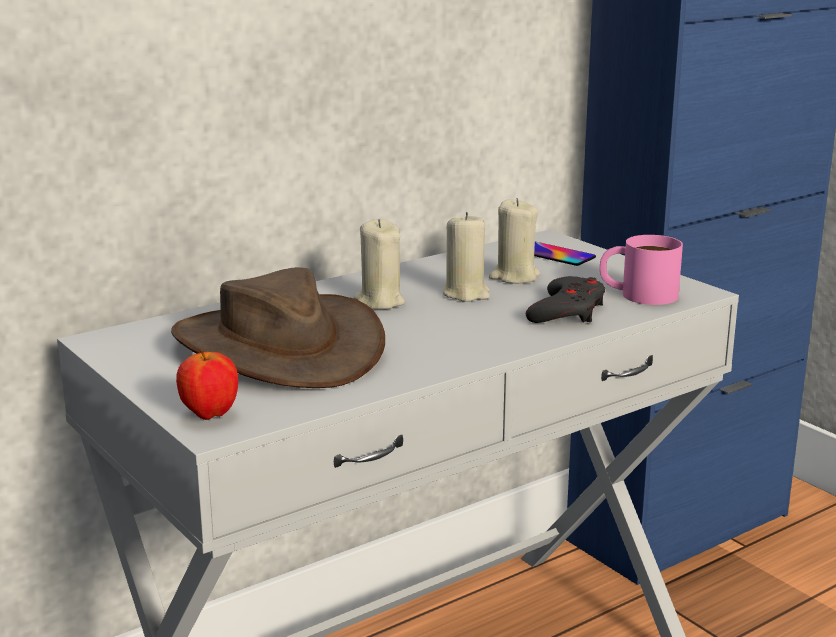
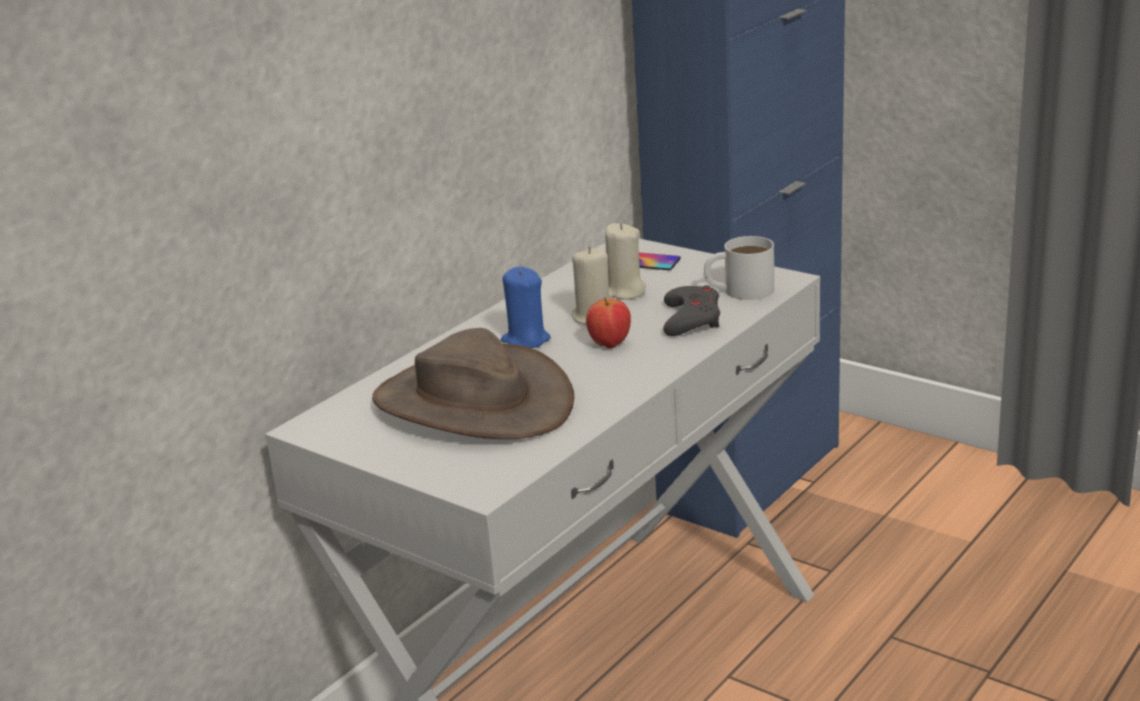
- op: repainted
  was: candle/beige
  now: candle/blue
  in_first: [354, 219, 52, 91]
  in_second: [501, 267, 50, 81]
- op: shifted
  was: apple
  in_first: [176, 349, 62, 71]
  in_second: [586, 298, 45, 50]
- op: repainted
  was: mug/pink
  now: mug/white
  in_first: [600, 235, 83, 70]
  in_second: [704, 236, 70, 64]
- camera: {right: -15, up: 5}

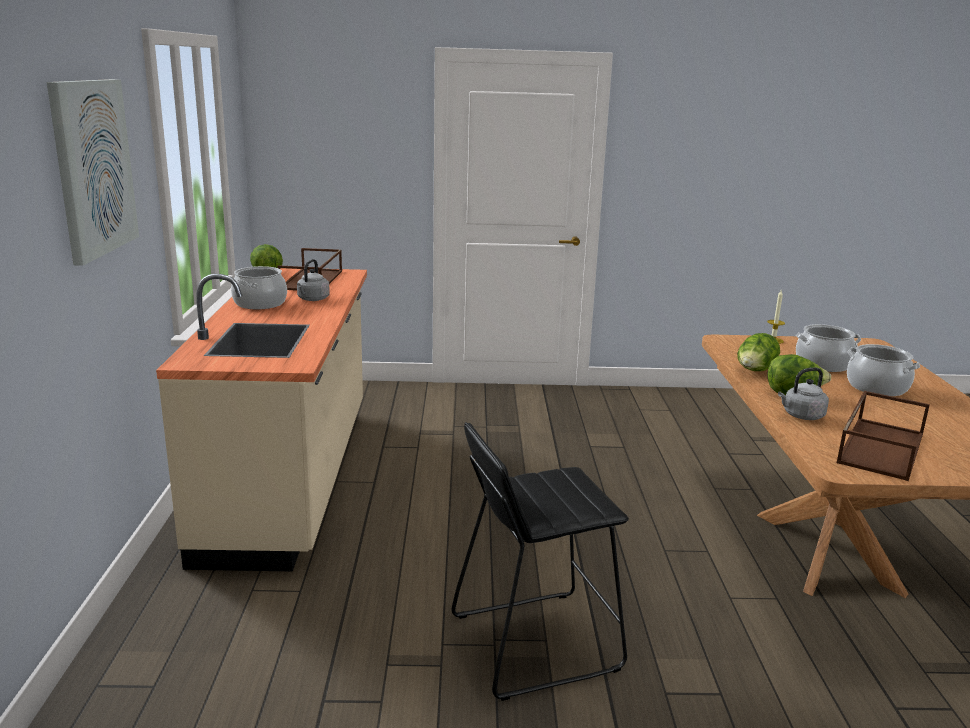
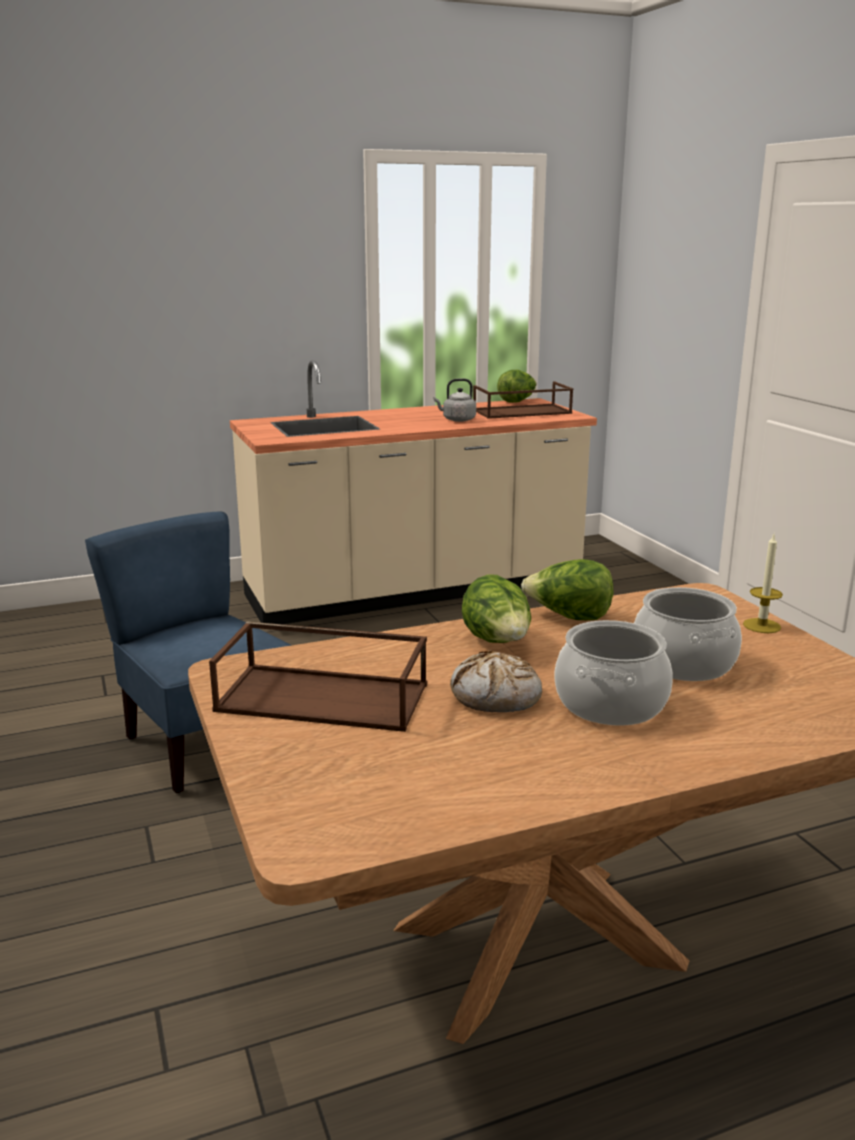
- op: swapped
  was: stool/black
  now: chair/blue
  in_first: [452, 422, 177, 279]
  in_second: [85, 512, 206, 282]
- op: new
  now: bread
  in_second: [450, 651, 92, 61]
- op: gone
  was: picture
  in_first: [47, 79, 92, 187]
- op: gone
  was: cooking pot
  in_first: [231, 266, 56, 43]
- op: gone
  was: kettle/grey
  in_first: [778, 368, 51, 52]
- camera: {right: 70, up: 0}

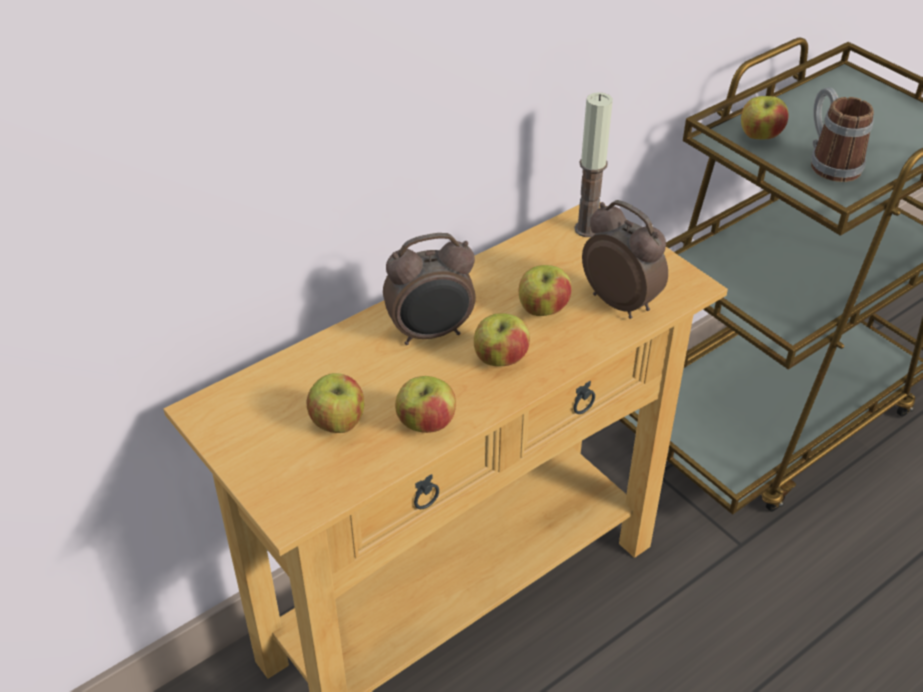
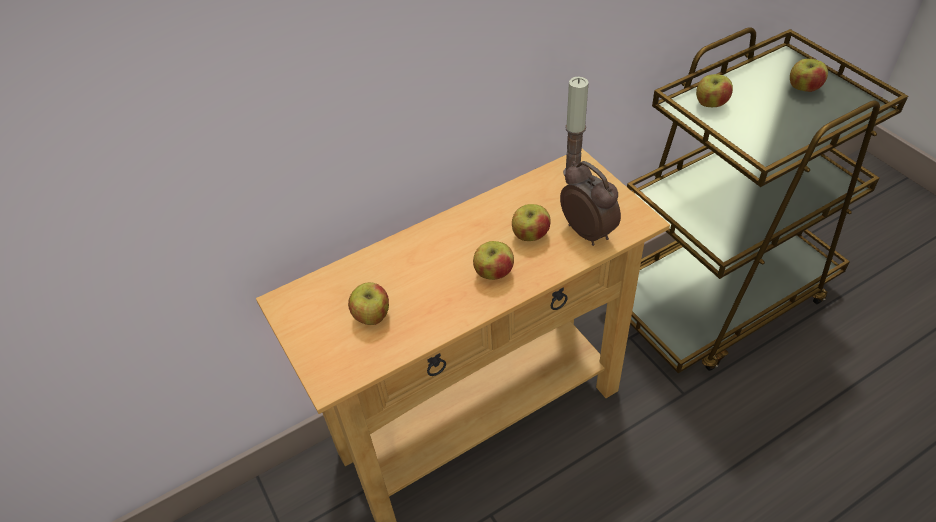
- op: shifted
  was: apple
  in_first: [395, 376, 61, 57]
  in_second: [790, 59, 38, 33]
- op: gone
  was: alarm clock
  in_first: [383, 233, 93, 112]
- op: gone
  was: mug
  in_first: [811, 88, 63, 94]
- camera: {right: 10, up: 5}

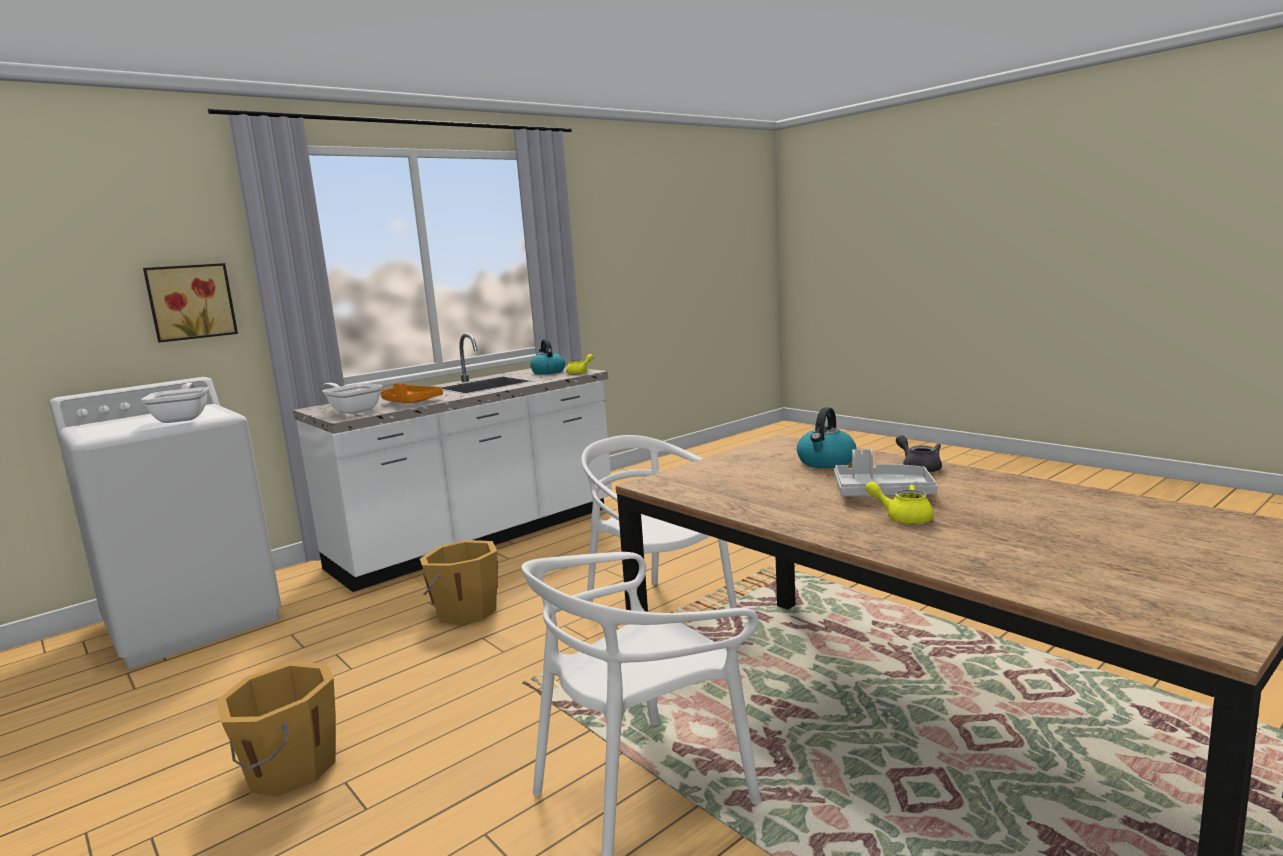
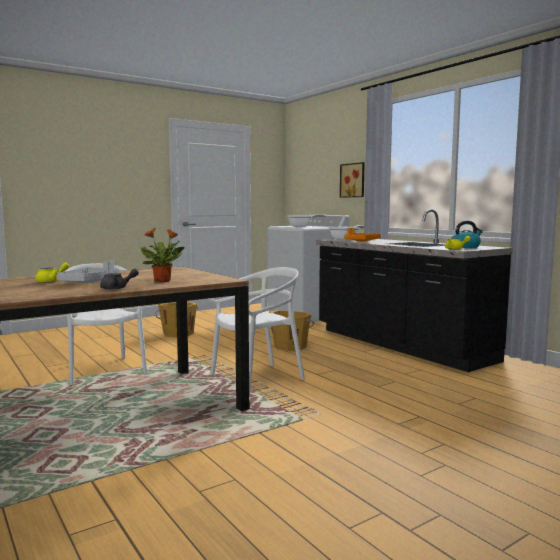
- op: swapped
  was: kettle
  now: potted plant
  in_first: [797, 407, 59, 61]
  in_second: [138, 228, 46, 54]
- op: repainted
  was: counter/white
  now: counter/black
  in_first: [293, 333, 319, 259]
  in_second: [316, 209, 197, 163]
- camera: {right: 95, up: -5}

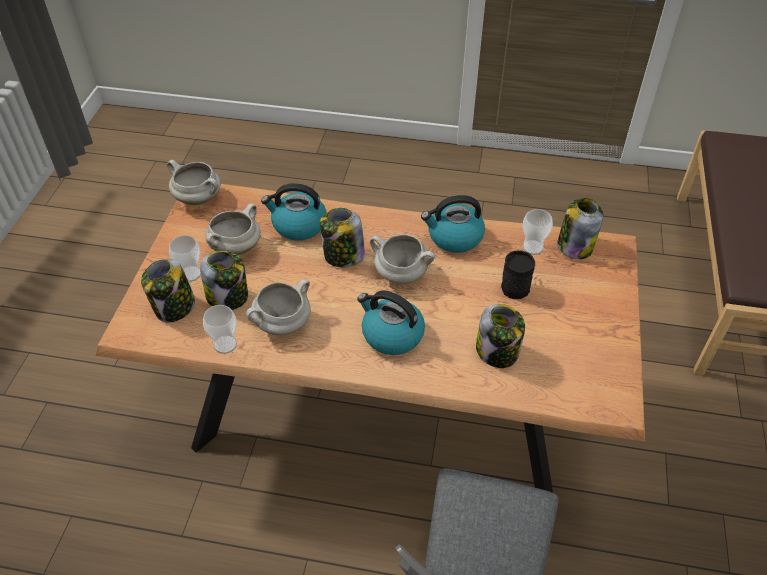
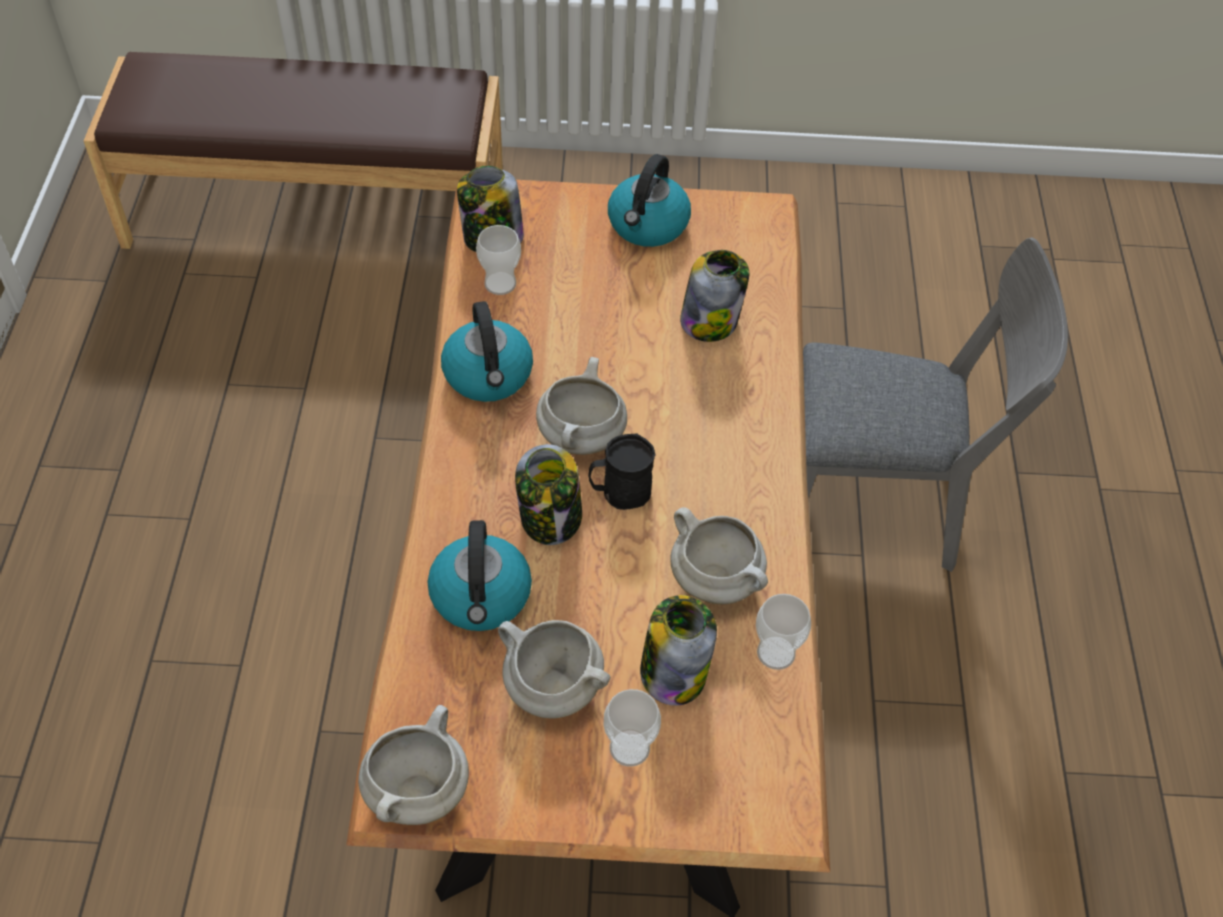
- op: shifted
  was: mug/black
  in_first: [501, 250, 34, 49]
  in_second: [588, 434, 67, 76]
- op: shifted
  was: kettle
  in_first: [357, 290, 68, 65]
  in_second: [608, 154, 83, 93]
- op: gone
  was: jar
  in_first: [141, 259, 54, 63]
- camera: {right: -100, up: 5}

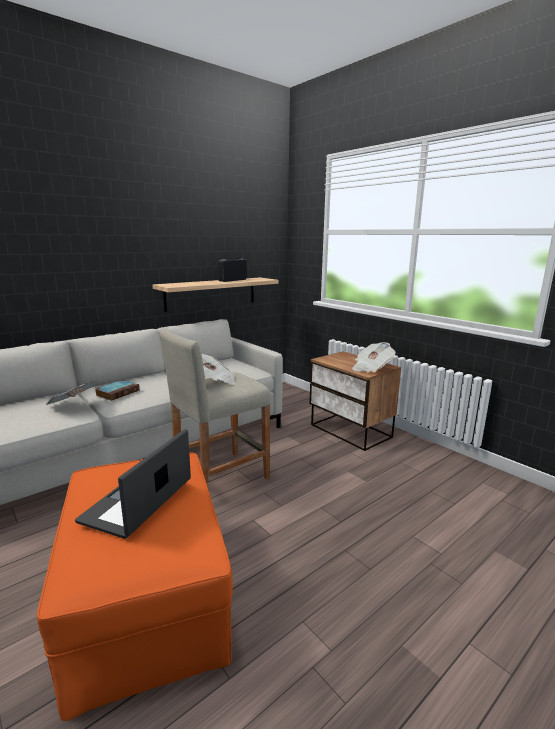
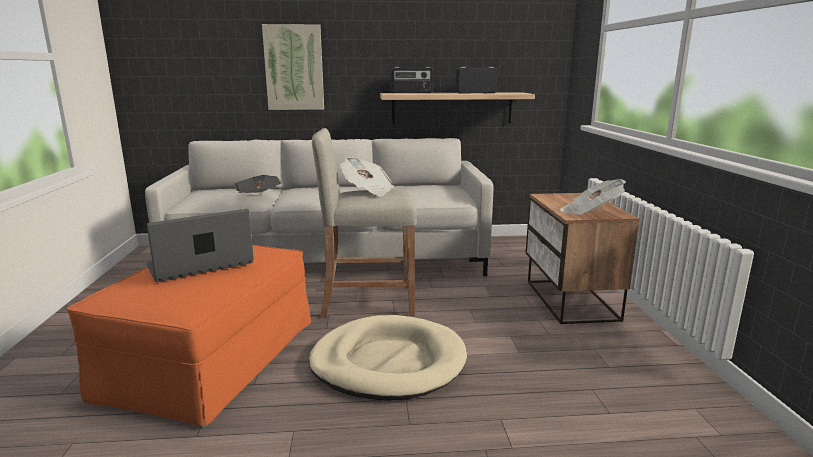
- op: new
  now: picture
  in_second: [262, 24, 62, 86]
- op: new
  now: dog bed/beige
  in_second: [309, 315, 158, 86]
- op: new
  now: radio
  in_second: [391, 66, 42, 27]
- op: gone
  was: book
  in_first: [96, 380, 43, 21]
- camera: {right: 35, up: 0}

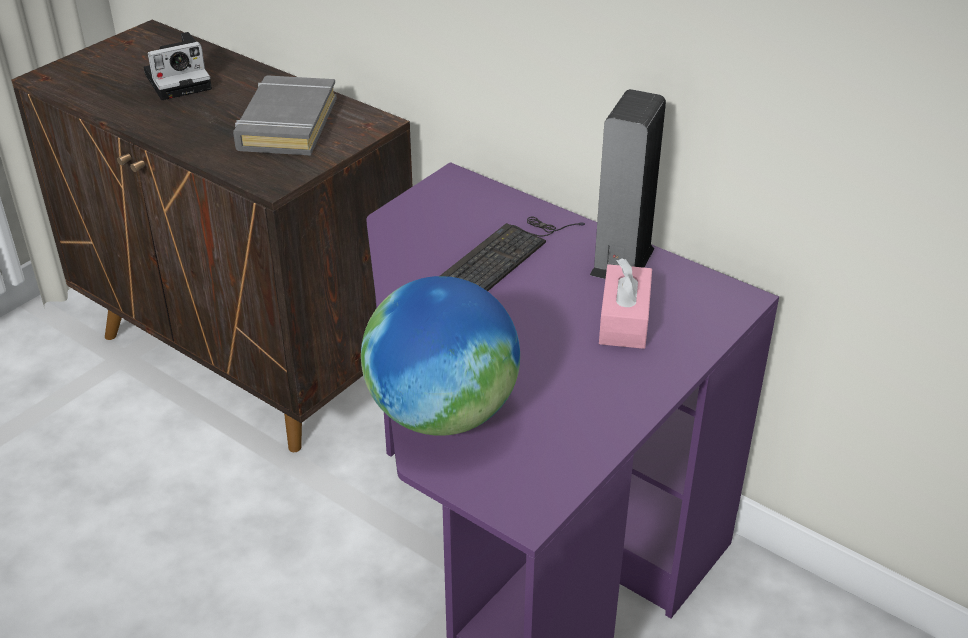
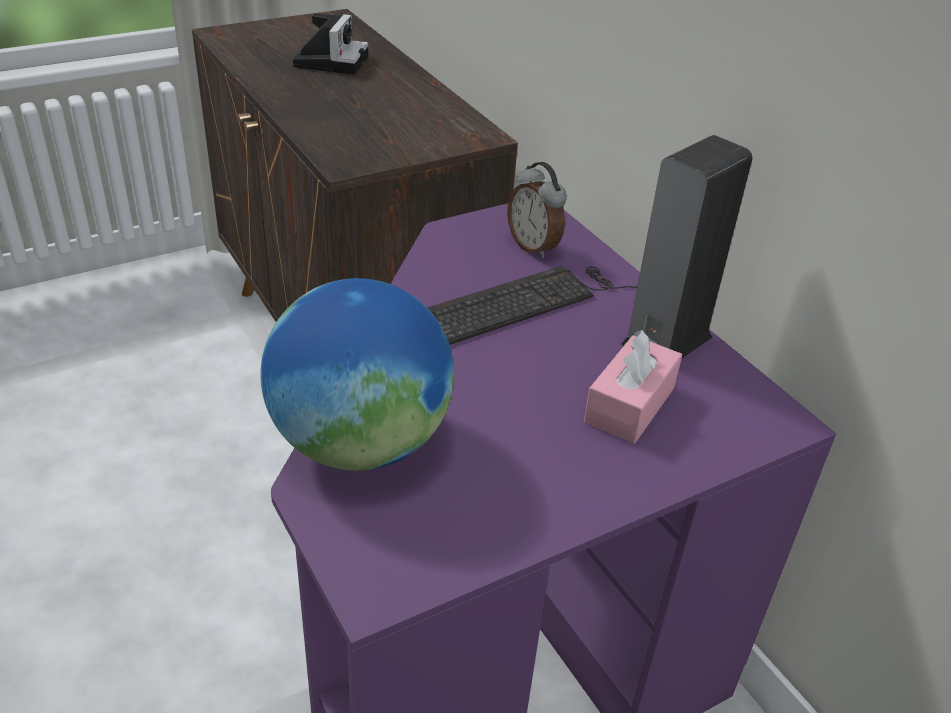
- op: rotated
  was: photo camera
  in_first: [144, 32, 68, 68]
  in_second: [293, 13, 75, 62]
  clockwise: -75
- op: new
  now: alarm clock
  in_second: [507, 162, 60, 96]
- op: gone
  was: book/grey
  in_first: [233, 75, 104, 81]
- camera: {right: 20, up: 0}

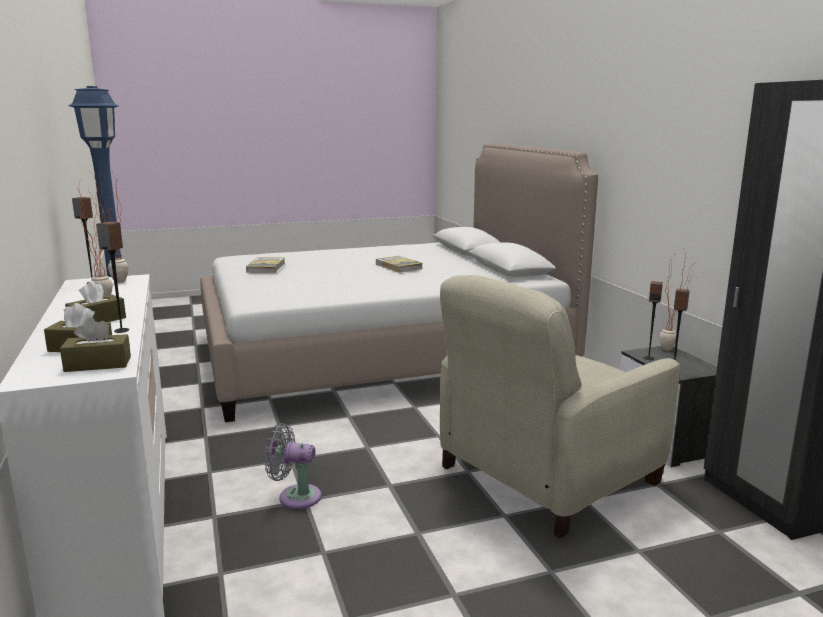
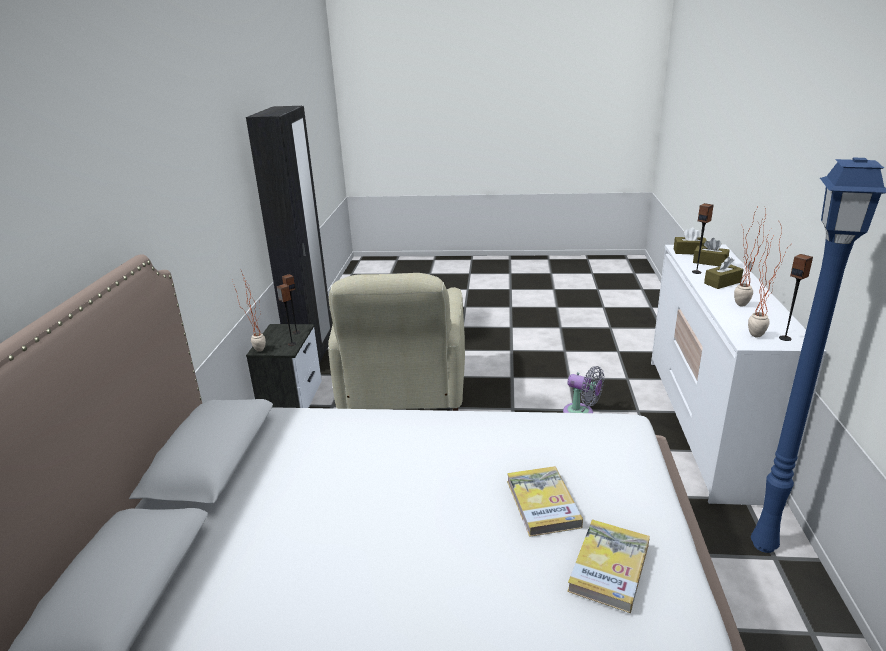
- op: rotated
  was: armchair/beige
  in_first: [440, 275, 240, 264]
  in_second: [328, 273, 137, 138]
  clockwise: 105
- op: shifted
  was: book
  in_first: [376, 256, 46, 16]
  in_second: [507, 466, 76, 71]
- camera: {right: -155, up: 10}

